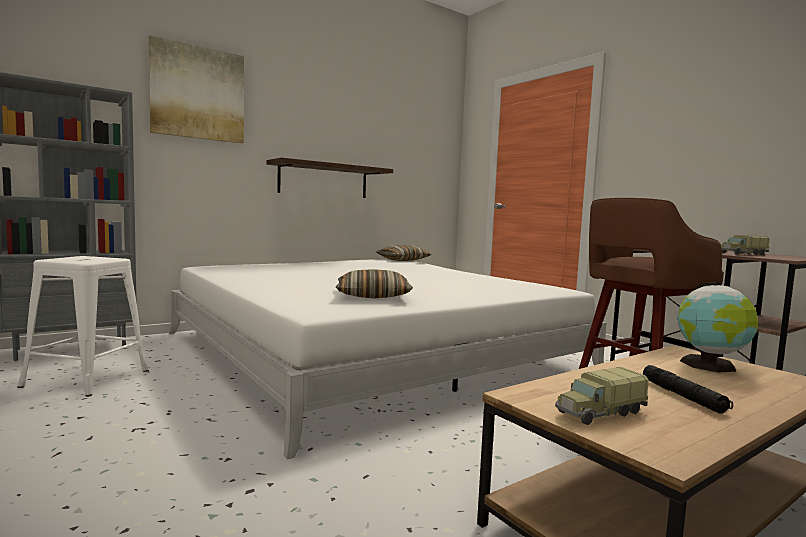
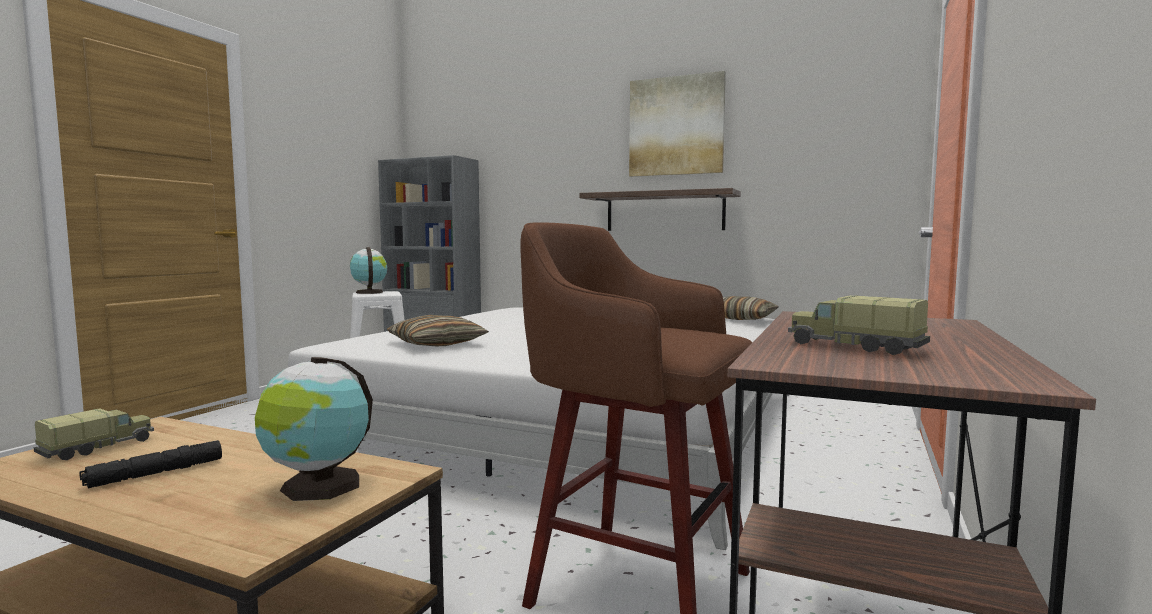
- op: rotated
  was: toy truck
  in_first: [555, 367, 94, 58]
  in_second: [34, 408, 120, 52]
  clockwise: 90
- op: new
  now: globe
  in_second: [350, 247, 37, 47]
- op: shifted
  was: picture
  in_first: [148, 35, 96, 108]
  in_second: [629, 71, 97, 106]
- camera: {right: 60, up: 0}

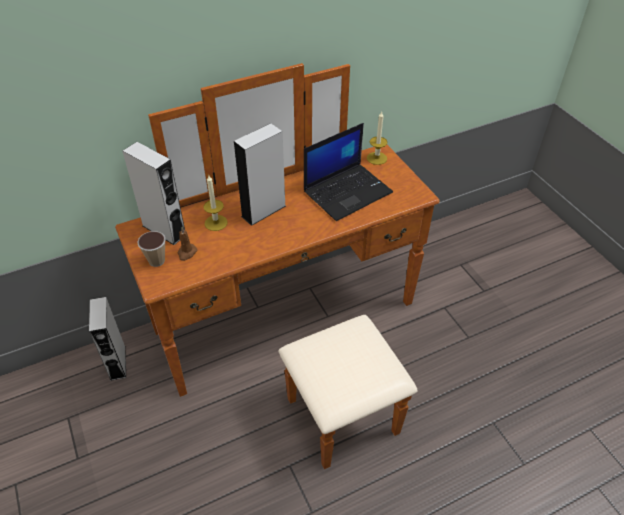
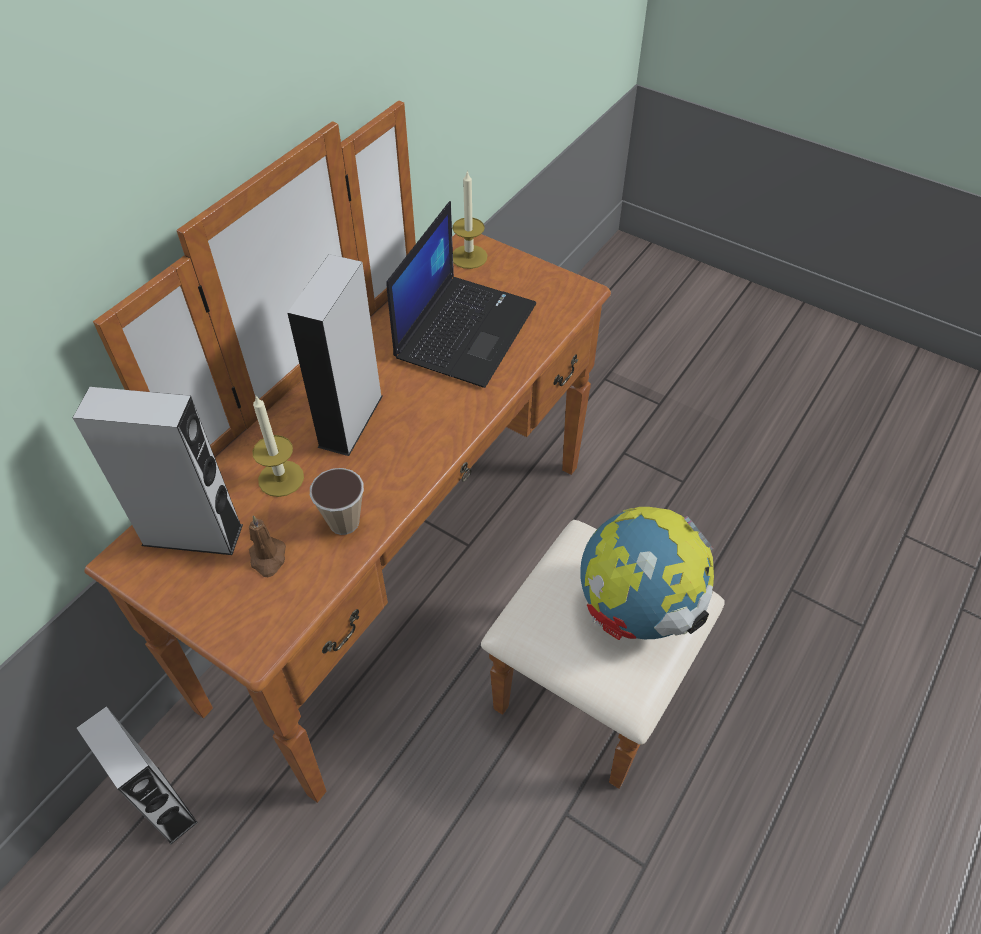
- op: shifted
  was: cup
  in_first: [137, 231, 29, 36]
  in_second: [310, 468, 54, 67]
- op: new
  now: globe
  in_second: [580, 507, 134, 133]
- camera: {right: -30, up: 5}

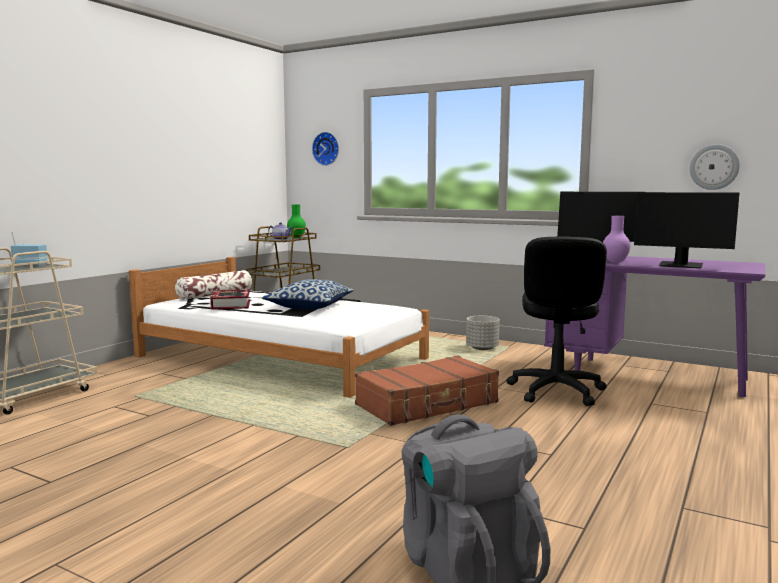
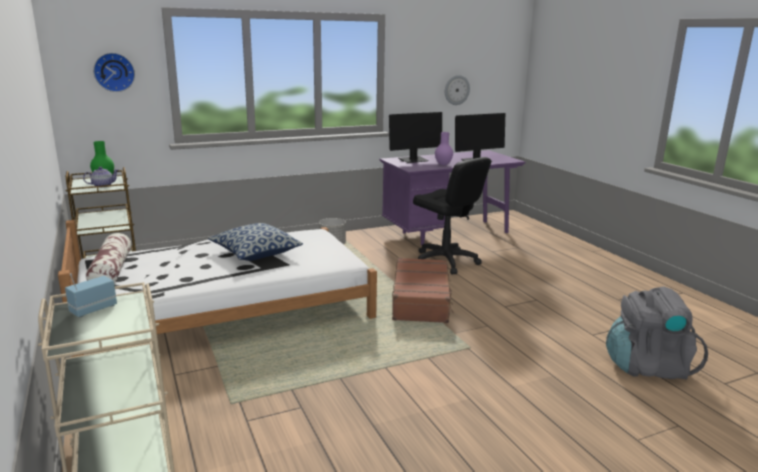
- op: gone
  was: book
  in_first: [210, 289, 40, 21]
- camera: {right: -55, up: 10}

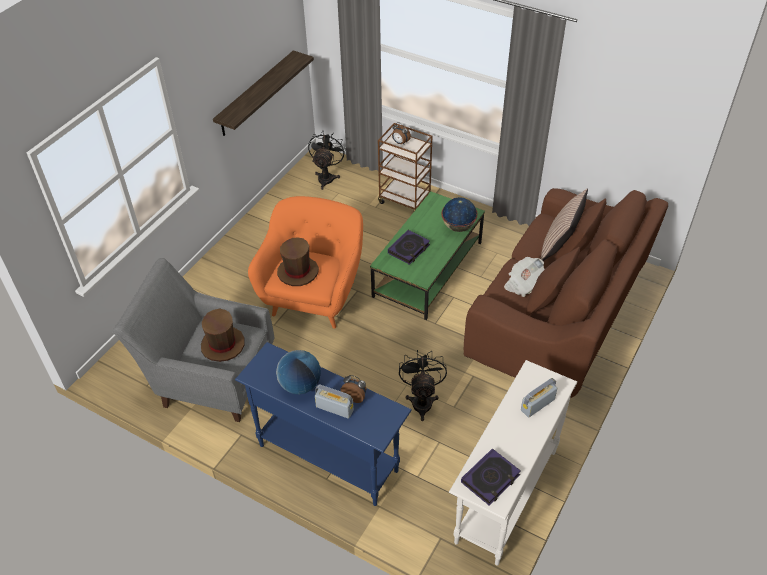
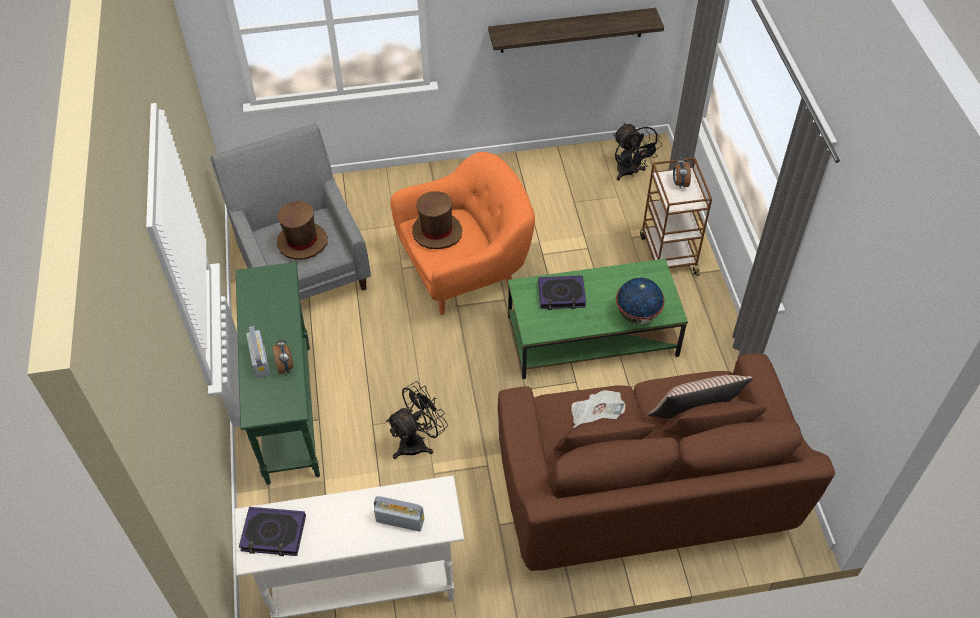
- op: repainted
  was: console table/blue
  now: console table/green
  in_first: [235, 342, 177, 164]
  in_second: [236, 262, 84, 223]
- op: rotated
  was: fan/black
  in_first: [308, 131, 38, 59]
  in_second: [614, 123, 48, 57]
  clockwise: 90
- op: gone
  was: globe
  in_first: [276, 350, 45, 44]
- camera: {right: 50, up: 5}

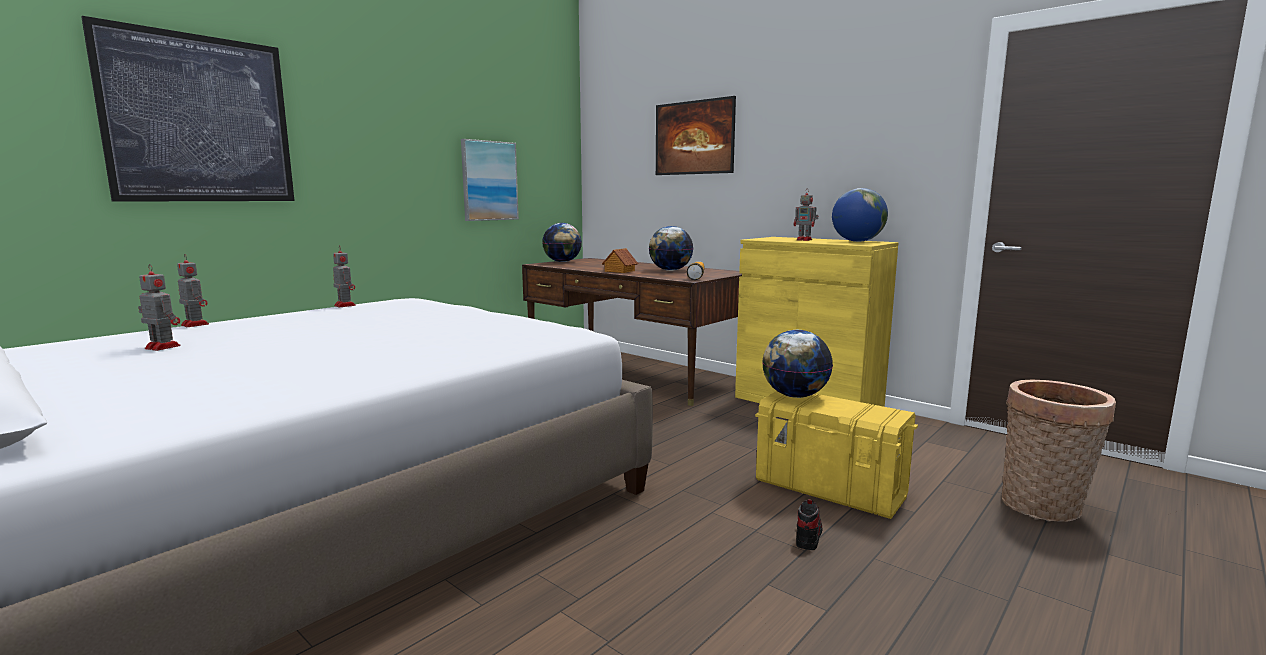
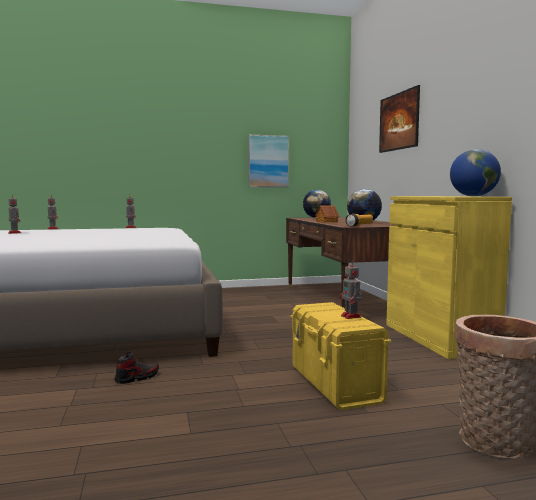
- op: shifted
  was: shoe
  in_first: [796, 499, 27, 51]
  in_second: [115, 352, 44, 32]
- op: shifted
  was: toy robot
  in_first: [794, 190, 24, 51]
  in_second: [339, 260, 23, 59]
- op: gone
  was: picture
  in_first: [81, 16, 214, 186]
- op: gone
  was: globe
  in_first: [762, 330, 71, 68]
- camera: {right: 35, up: -5}

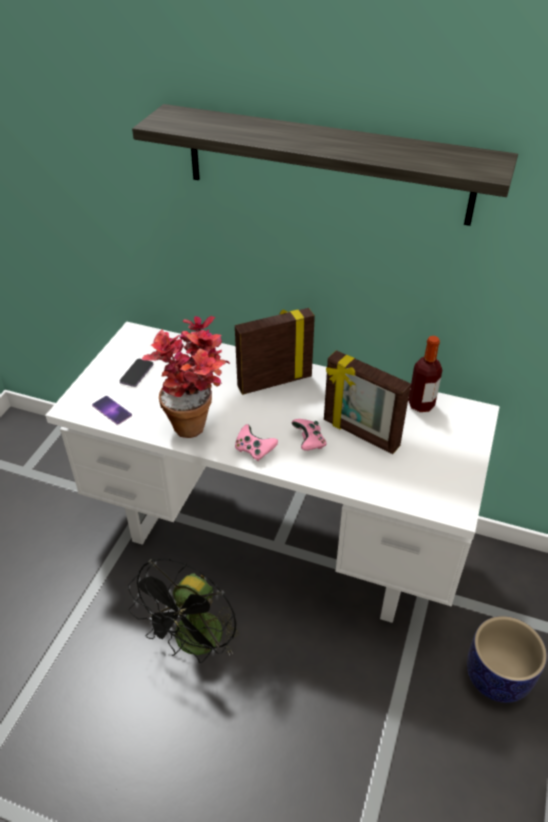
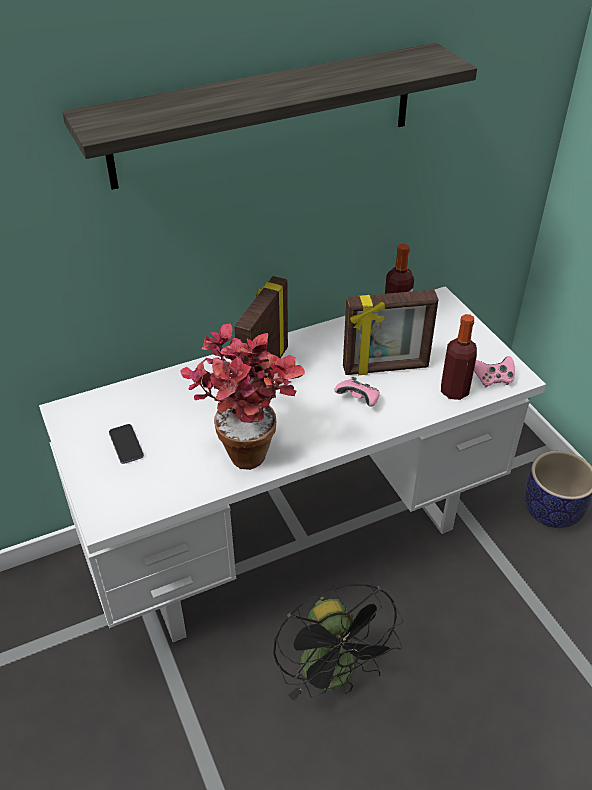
- op: new
  now: bottle
  in_second: [441, 314, 36, 86]
- op: shifted
  was: game controller/pink
  in_first: [235, 424, 43, 37]
  in_second: [474, 356, 41, 32]
- op: gone
  was: phone
  in_first: [92, 396, 40, 29]
- camera: {right: -45, up: 0}

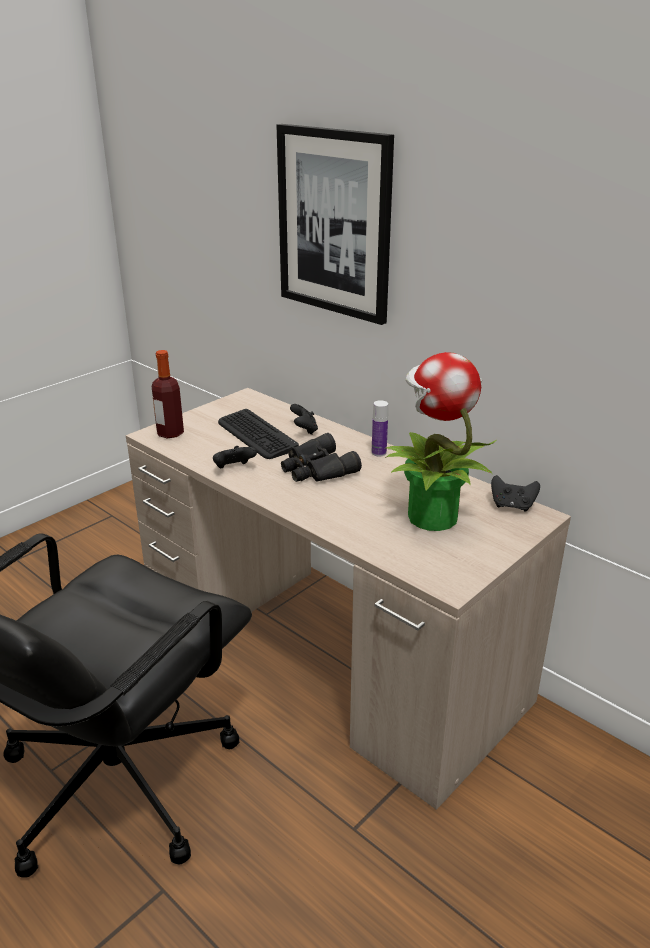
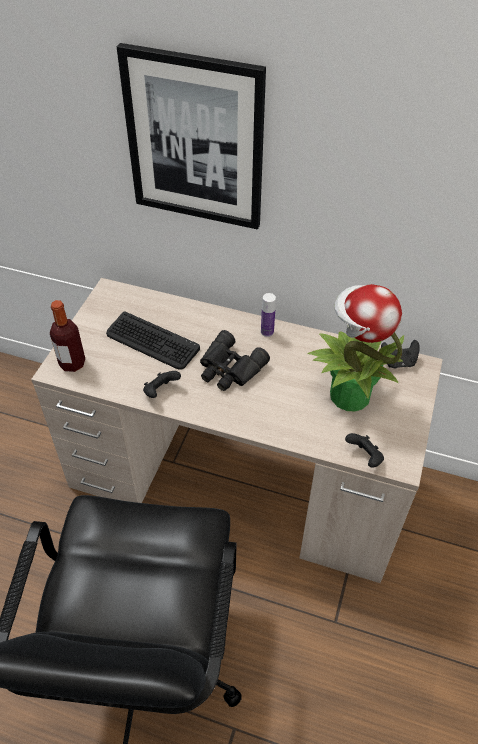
- op: shifted
  was: game controller/black
  in_first: [290, 404, 28, 31]
  in_second: [345, 433, 39, 35]
- camera: {right: -25, up: 20}

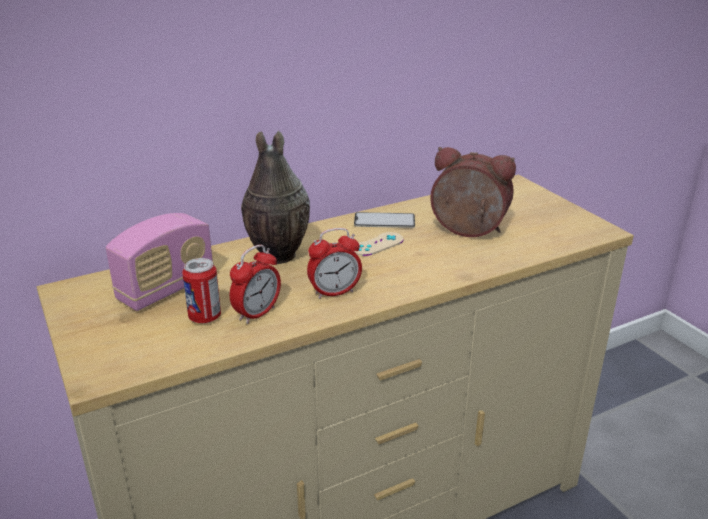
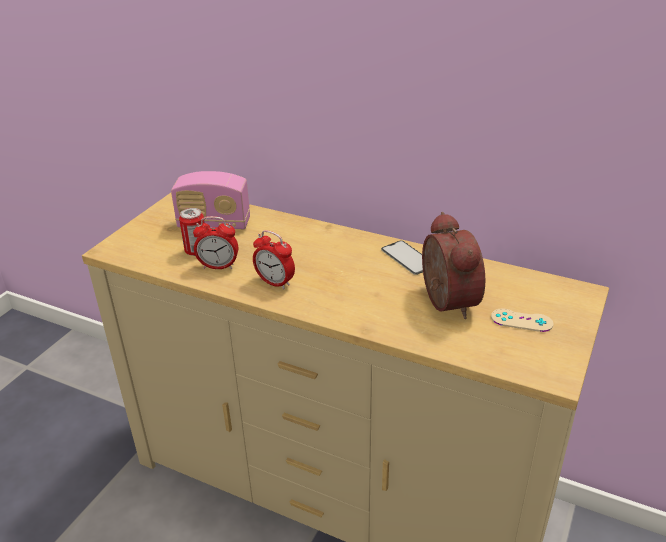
- op: shifted
  was: game controller/beige
  in_first: [355, 232, 49, 24]
  in_second: [491, 308, 63, 24]
- op: gone
  was: vase
  in_first: [241, 131, 69, 133]
- camera: {right: 55, up: 5}

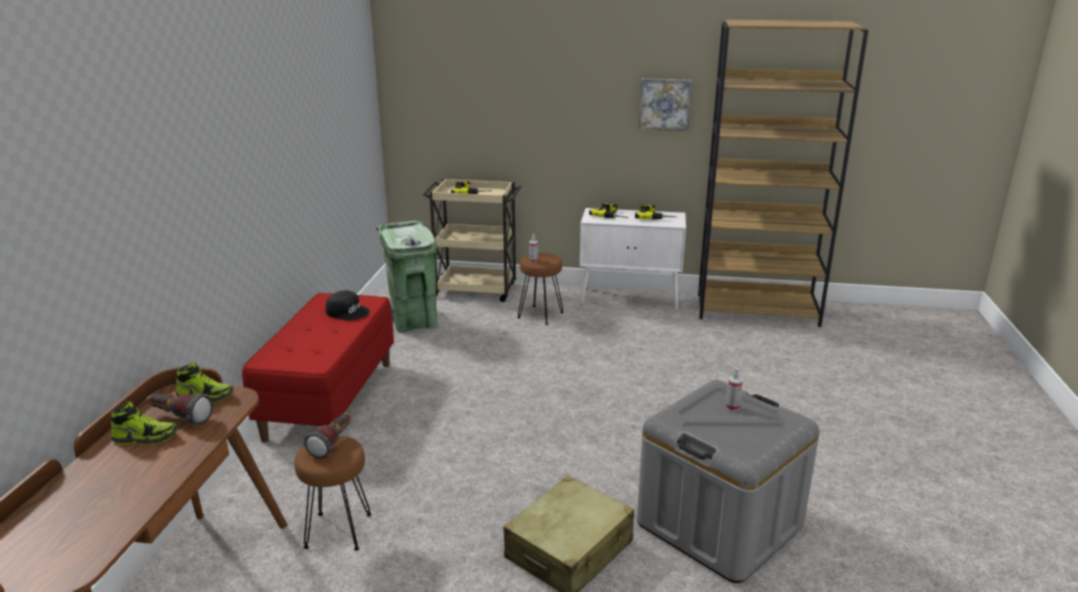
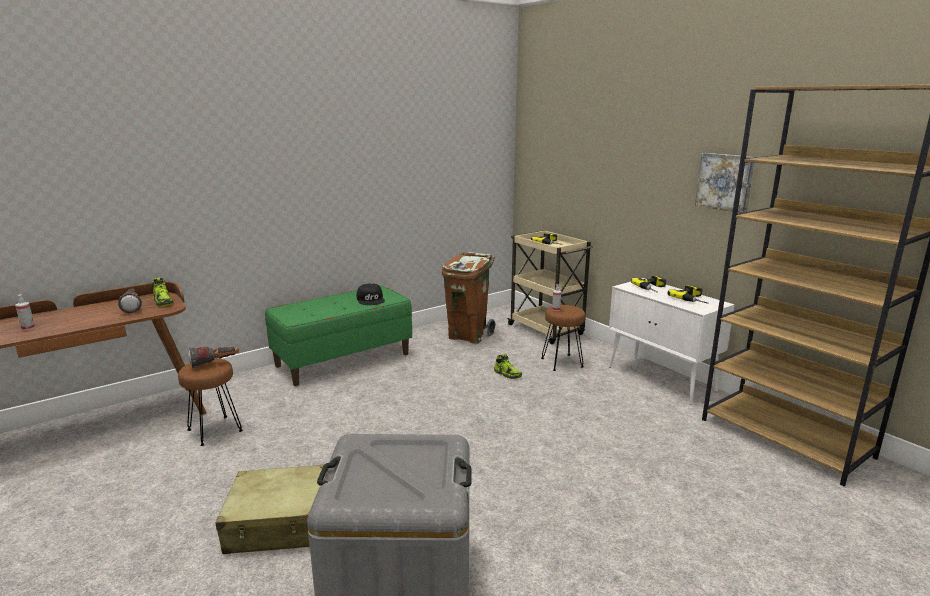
- op: shifted
  was: spray bottle
  in_first: [726, 368, 17, 43]
  in_second: [15, 294, 20, 36]
- op: repainted
  was: bench/red
  now: bench/green
  in_first: [242, 293, 152, 150]
  in_second: [265, 286, 147, 100]
- op: repainted
  was: trash can/green
  now: trash can/brown
  in_first: [376, 221, 62, 112]
  in_second: [442, 252, 54, 92]
- op: shifted
  was: shoe
  in_first: [111, 402, 66, 43]
  in_second: [494, 354, 28, 25]
- camera: {right: 45, up: -5}

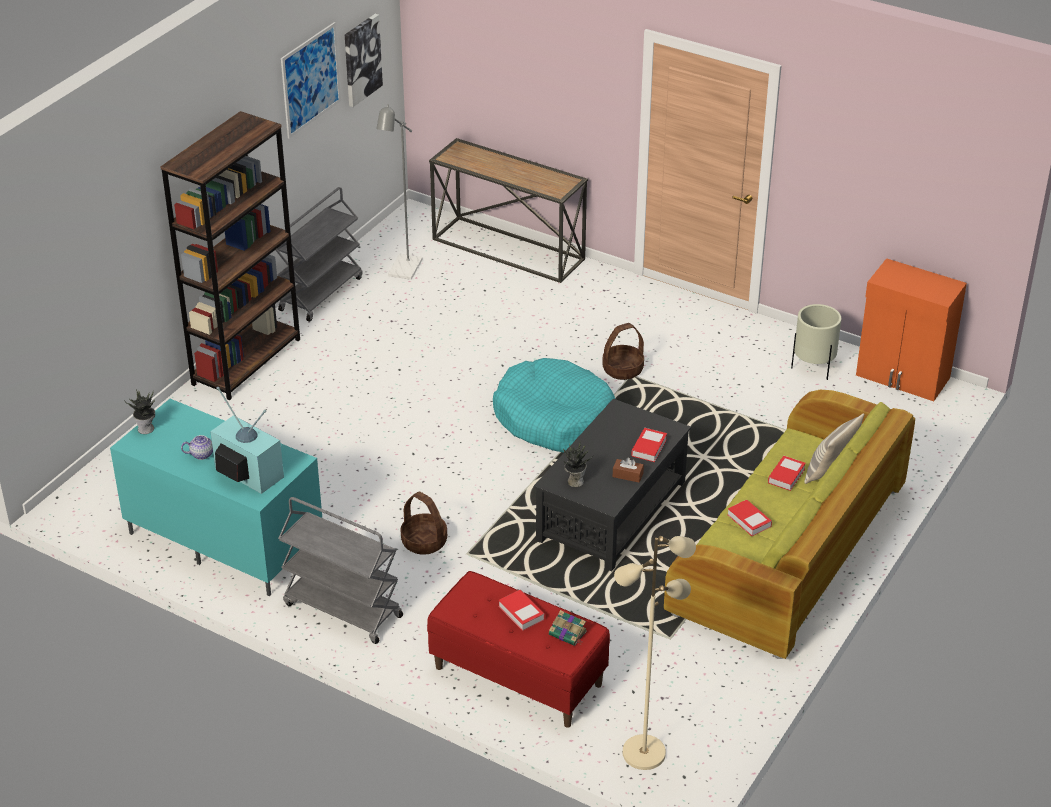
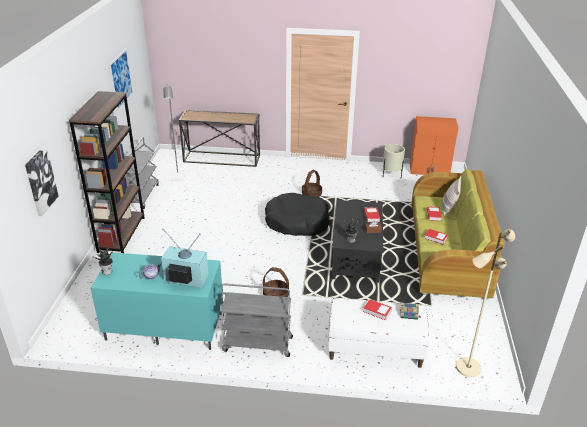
- op: shifted
  was: picture
  in_first: [345, 14, 38, 93]
  in_second: [25, 147, 33, 69]
- op: repainted
  was: dog bed/turquoise
  now: dog bed/black
  in_first: [493, 358, 122, 95]
  in_second: [265, 193, 65, 43]
- op: repainted
  was: bench/red
  now: bench/white
  in_first: [427, 571, 183, 157]
  in_second: [328, 298, 102, 70]
- camera: {right: -25, up: -5}

